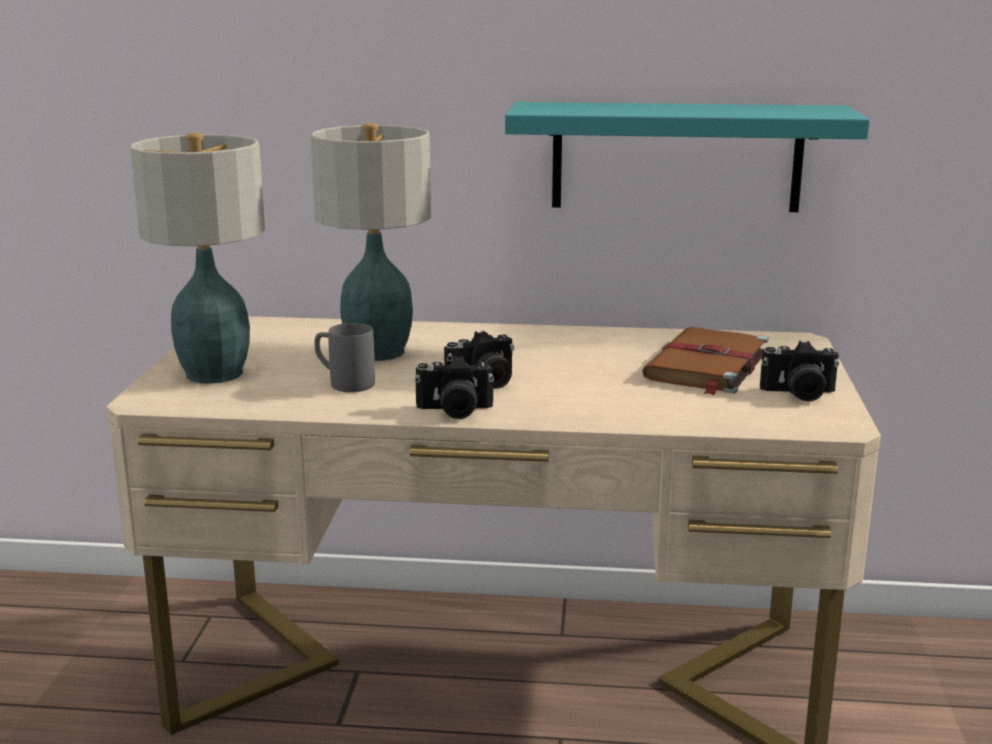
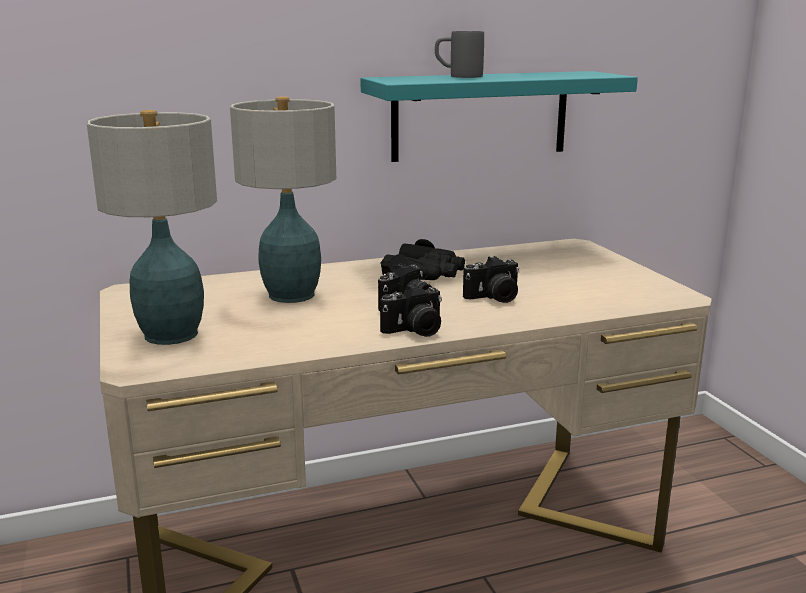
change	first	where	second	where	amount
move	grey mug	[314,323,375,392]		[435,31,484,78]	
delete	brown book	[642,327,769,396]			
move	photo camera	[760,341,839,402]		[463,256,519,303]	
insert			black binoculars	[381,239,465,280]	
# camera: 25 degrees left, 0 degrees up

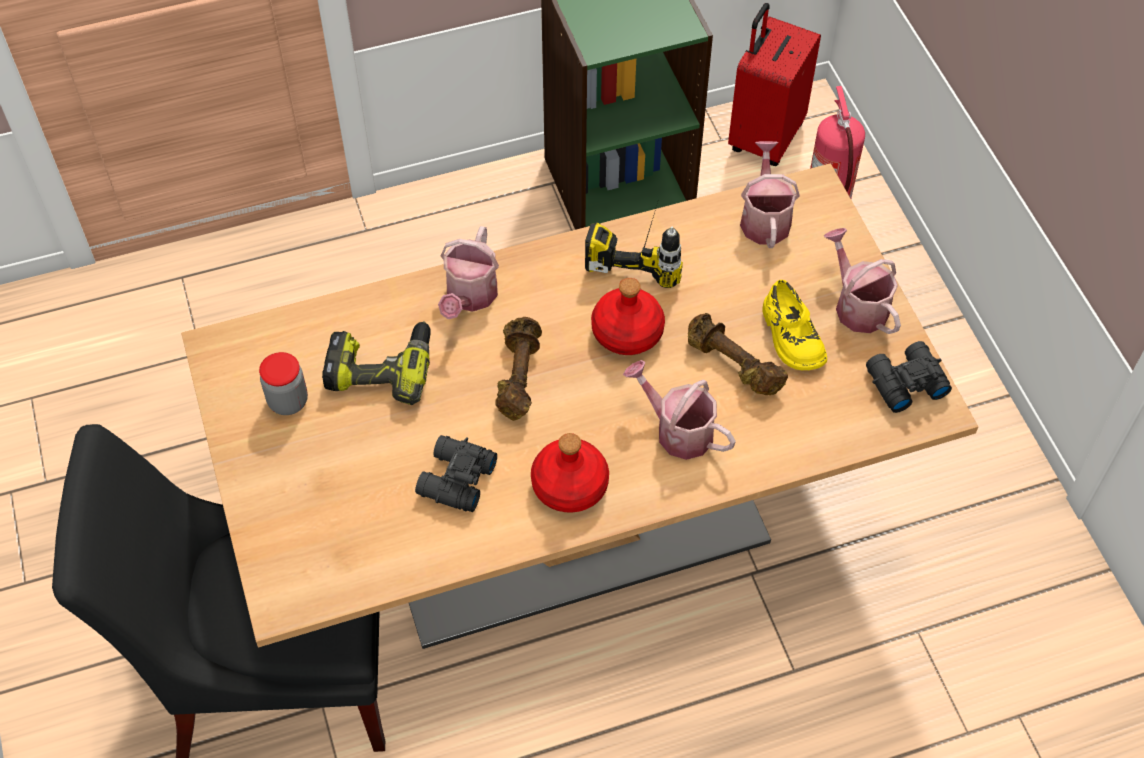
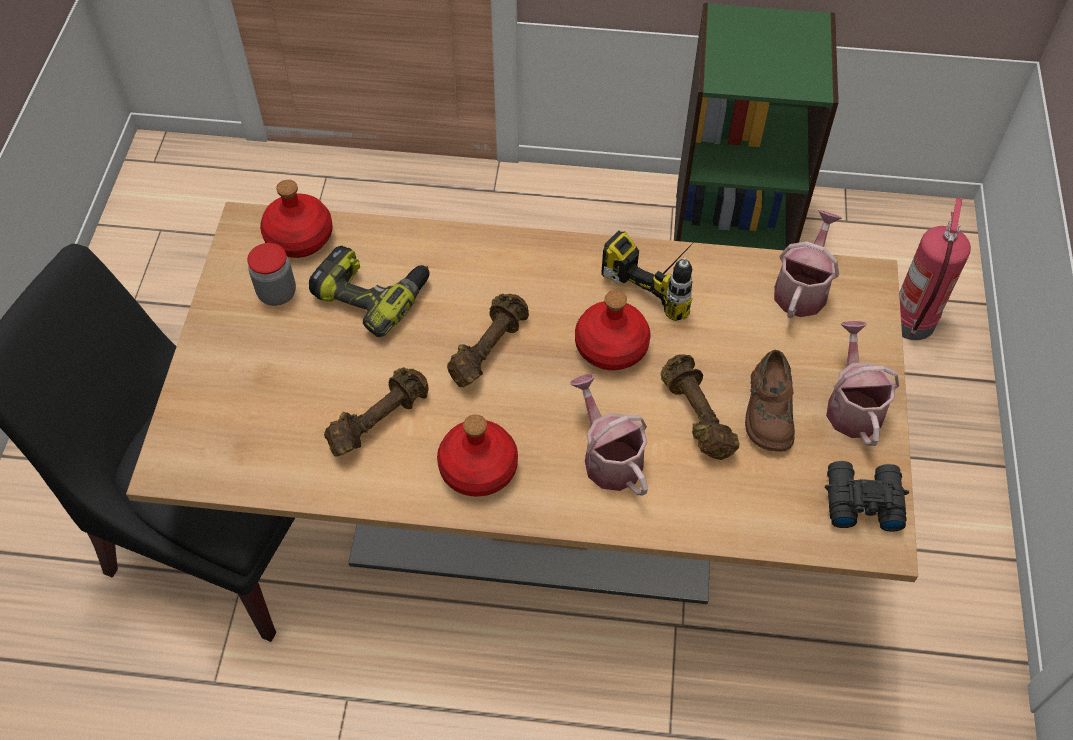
change	first	where	second	where	amount
replace	black binoculars	[415,435,497,512]	brown dumbbell	[324,367,428,457]	
delete	watering can	[438,226,499,319]			
delete	red suitcase	[728,3,821,166]			
recolor	yellow shoe	[762,280,827,370]	brown shoe	[745,350,795,452]	
insert			red bottle	[260,180,333,258]	
# camera: 25 degrees right, 0 degrees up

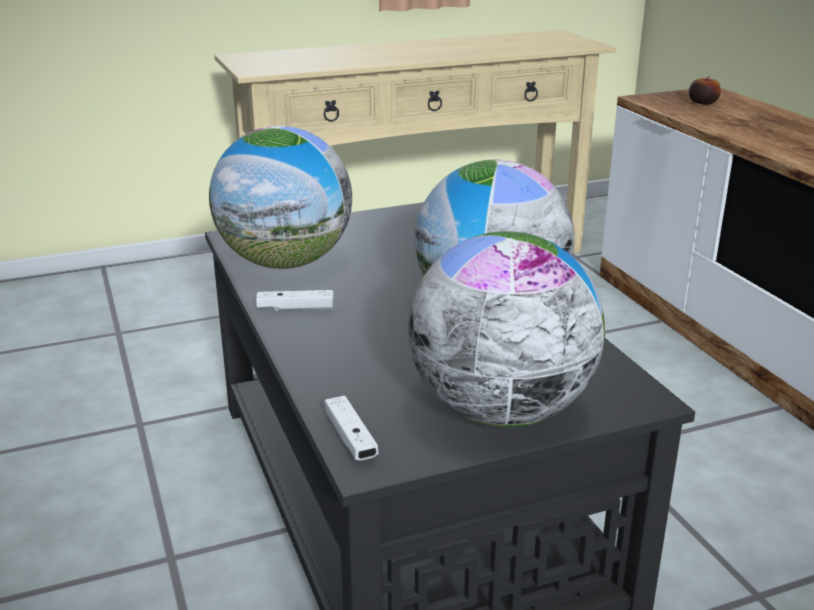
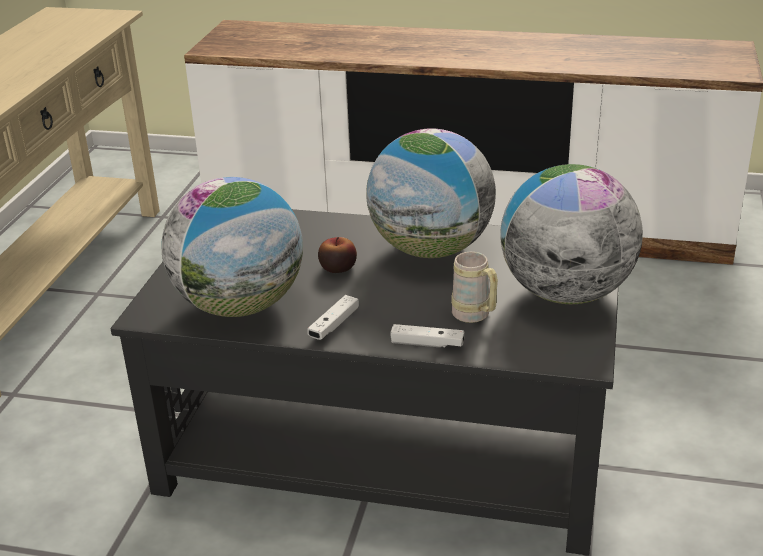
change	first	where	second	where	amount
move	white game controller	[325,396,378,461]		[390,324,464,348]	
move	apple	[689,76,721,105]		[318,237,357,273]	
insert			beige mug	[451,252,498,323]	
# camera: 55 degrees left, 5 degrees up

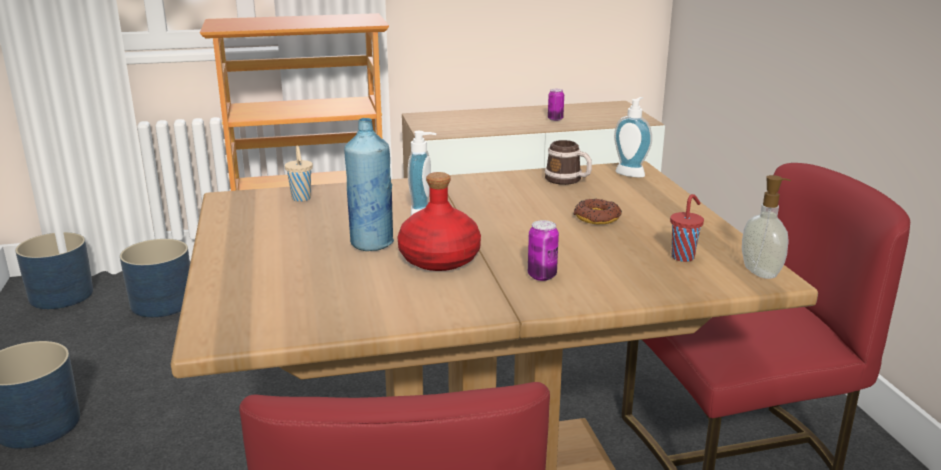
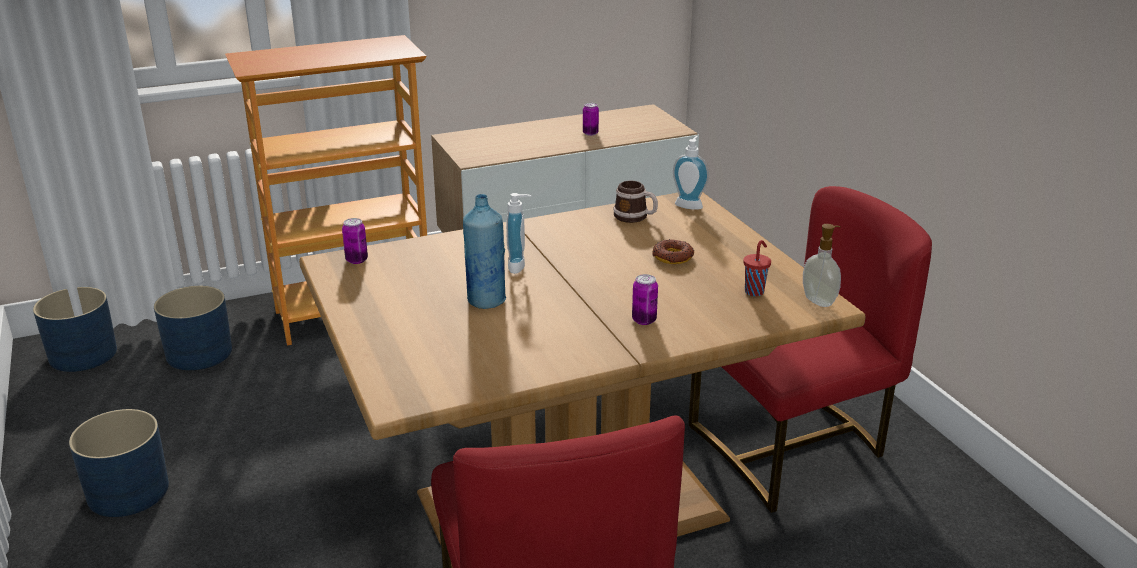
change	first	where	second	where	amount
delete	beige cup	[285,146,313,202]			
delete	red bottle	[398,172,481,271]			
insert			can	[342,218,368,264]	
# camera: 10 degrees left, 5 degrees up

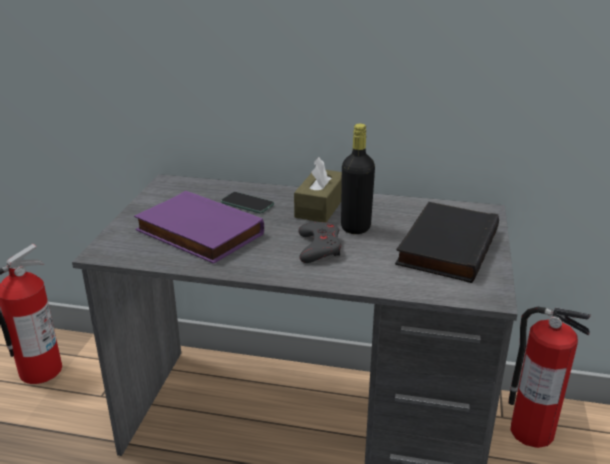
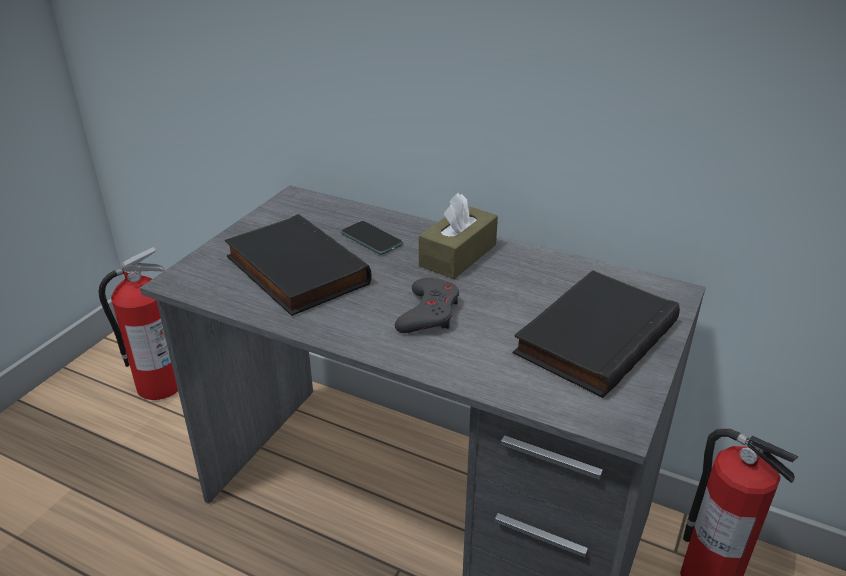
change	first	where	second	where	amount
recolor	purple book	[134,191,264,264]	black book	[225,214,372,316]	
delete	black bottle	[341,124,375,234]			
# camera: 15 degrees right, 5 degrees up

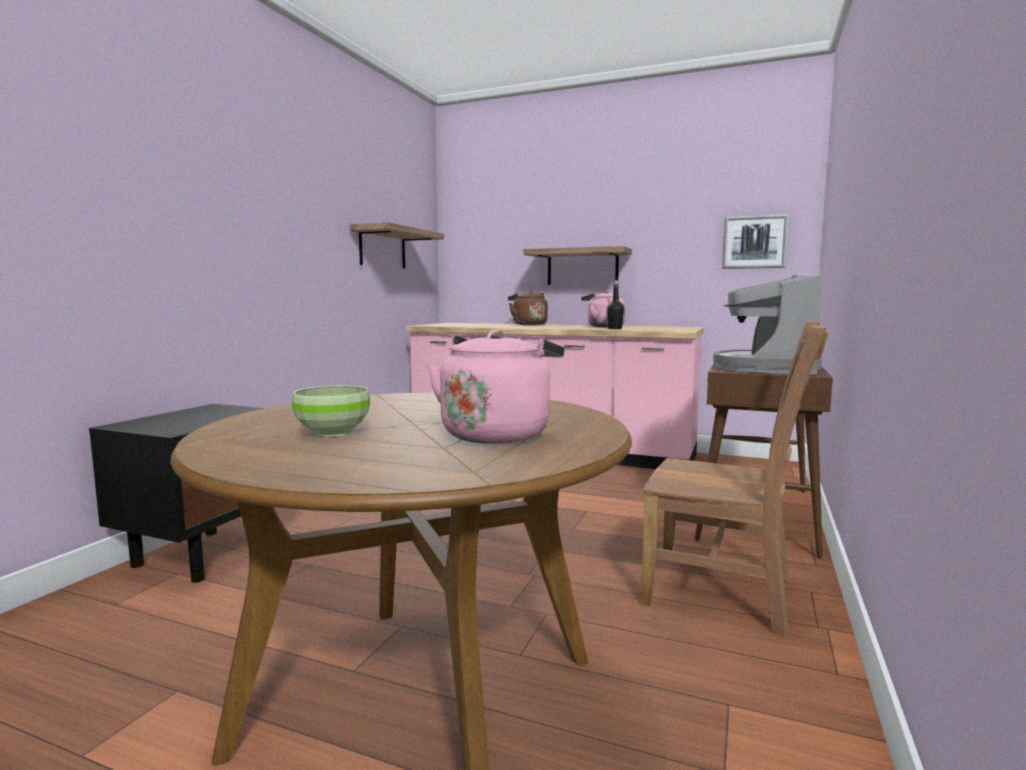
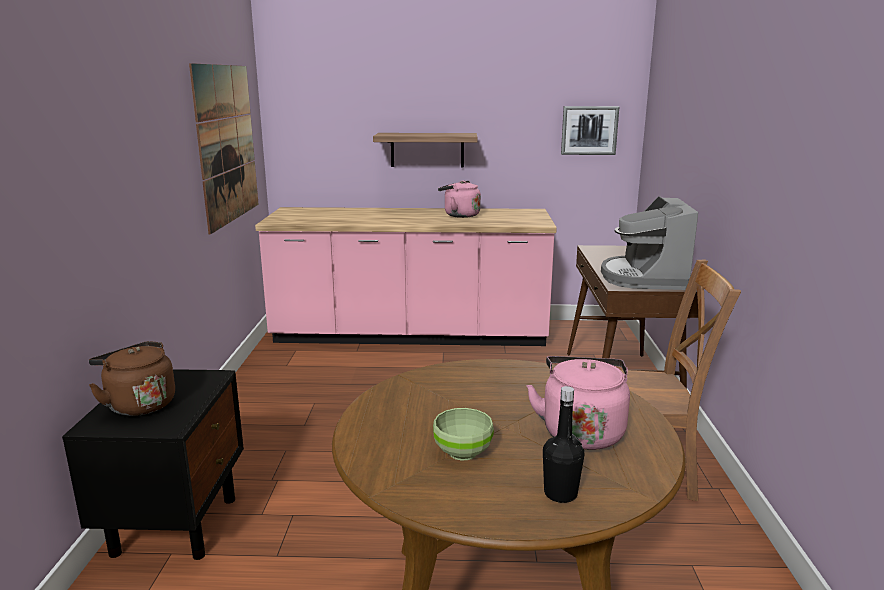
change	first	where	second	where	amount
replace	shelf	[350,222,444,268]	picture	[189,63,259,234]	
move	brown kettle	[508,291,548,325]		[89,341,175,416]	
move	black bottle	[607,280,624,329]		[543,386,584,503]	
# camera: 20 degrees left, 10 degrees up

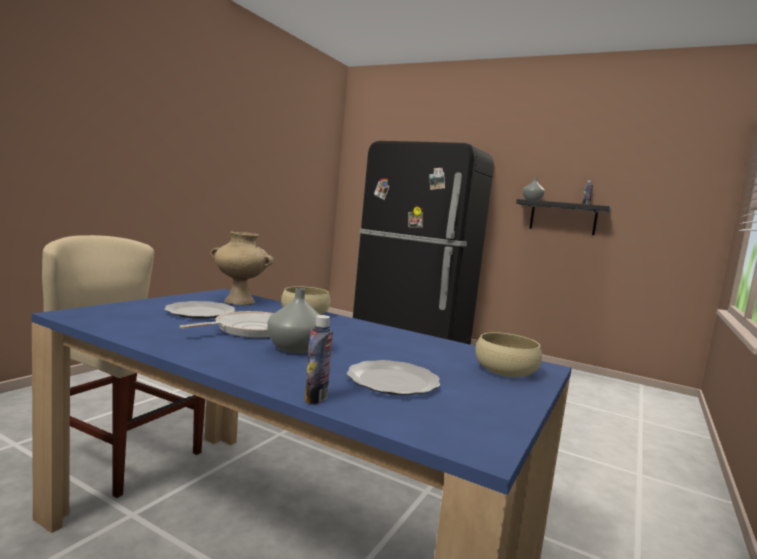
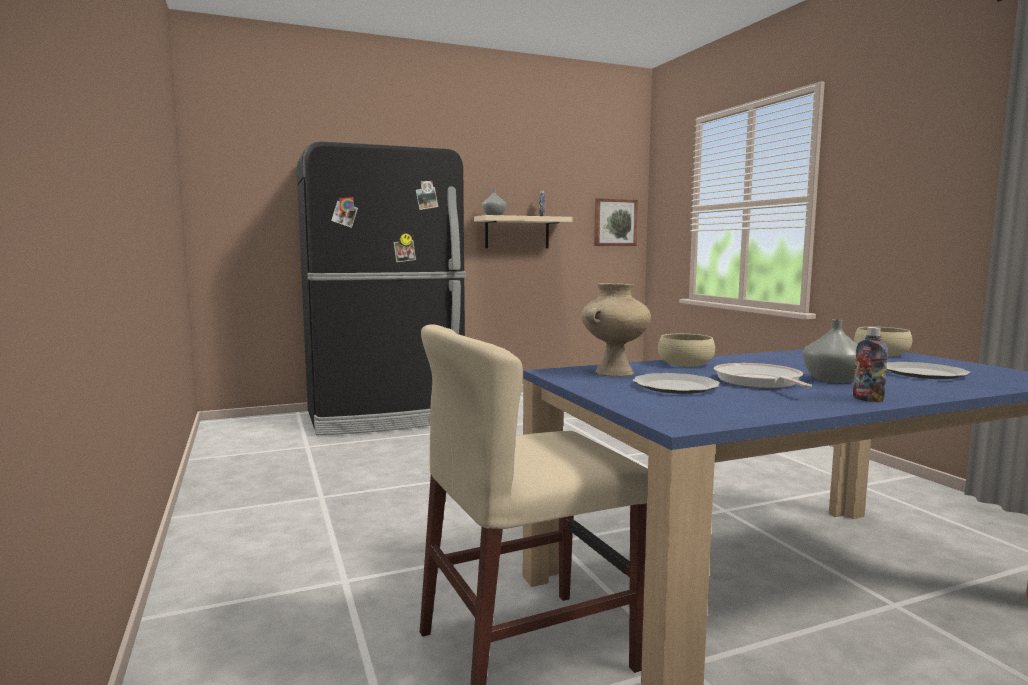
change	first	where	second	where	amount
move	bottle	[305,315,333,404]		[853,327,888,403]	
recolor	black shelf	[516,199,611,235]	beige shelf	[474,215,572,248]	
insert			picture	[594,198,638,246]	
# camera: 50 degrees left, 0 degrees up

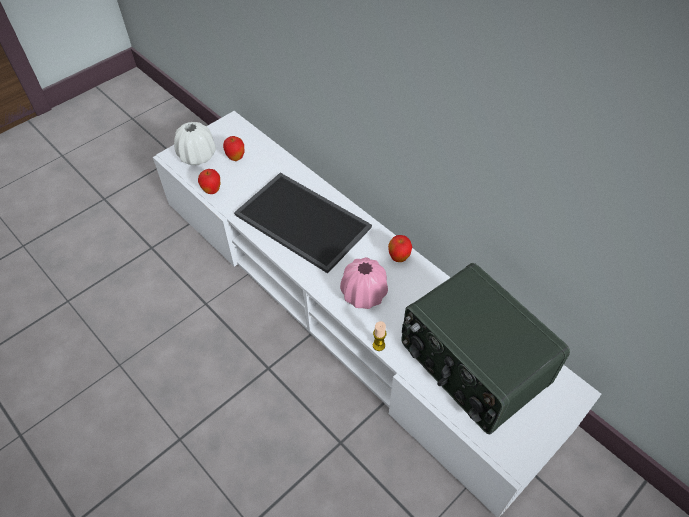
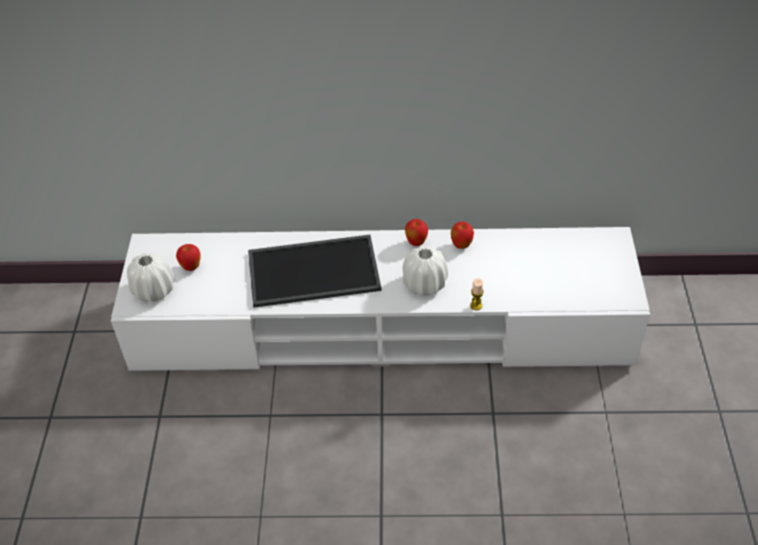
change	first	where	second	where	amount
move	apple	[198,169,220,194]		[451,222,474,249]	
recolor	pink vase	[340,257,388,309]	white vase	[403,246,448,295]	
delete	radio	[401,263,570,434]			
# camera: 45 degrees left, 5 degrees down

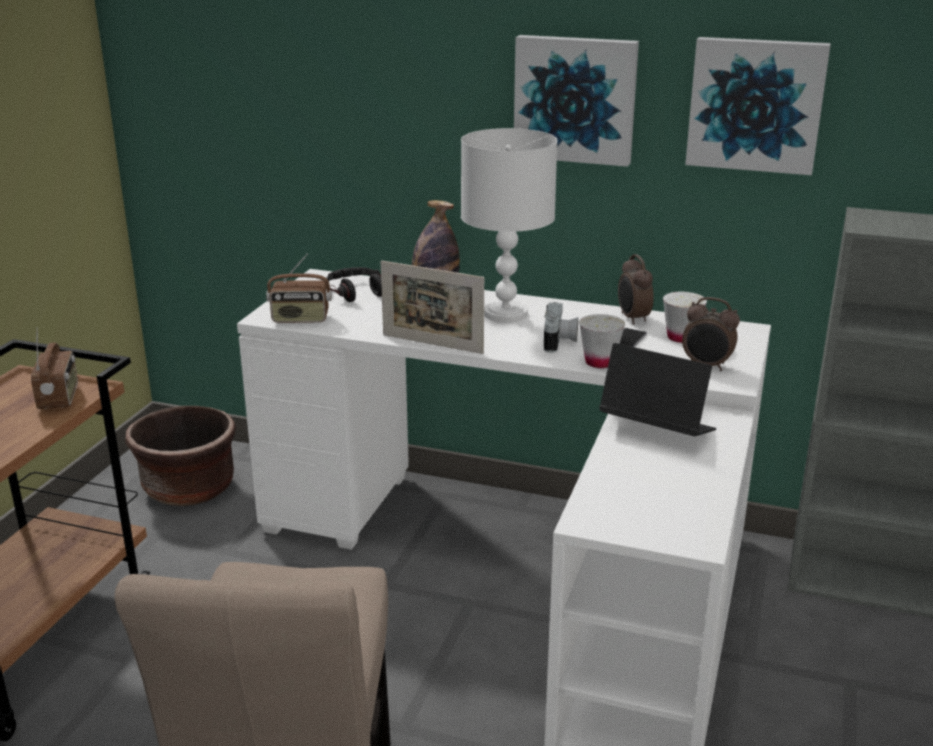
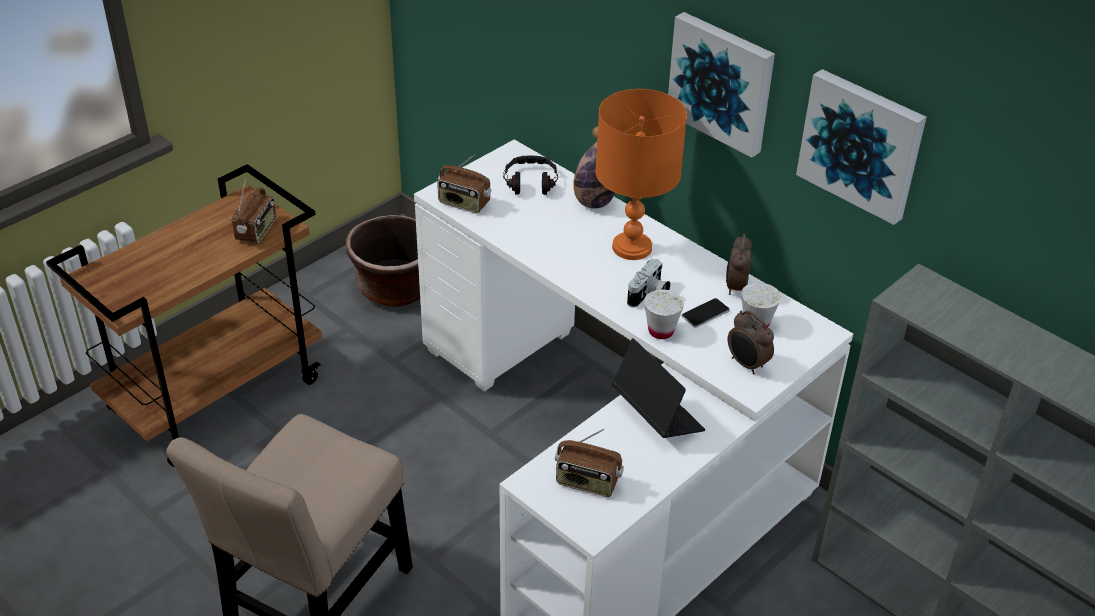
change	first	where	second	where	amount
delete	picture frame	[381,260,484,354]			
recolor	white table lamp	[461,128,558,323]	orange table lamp	[595,89,687,260]	
insert			radio	[555,429,624,497]	
# camera: 25 degrees right, 15 degrees up

